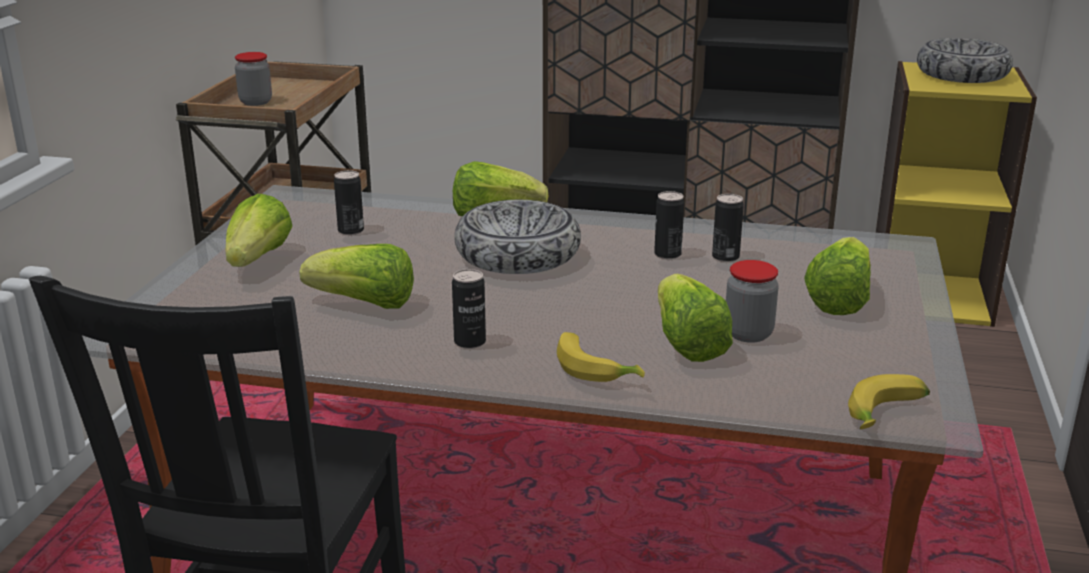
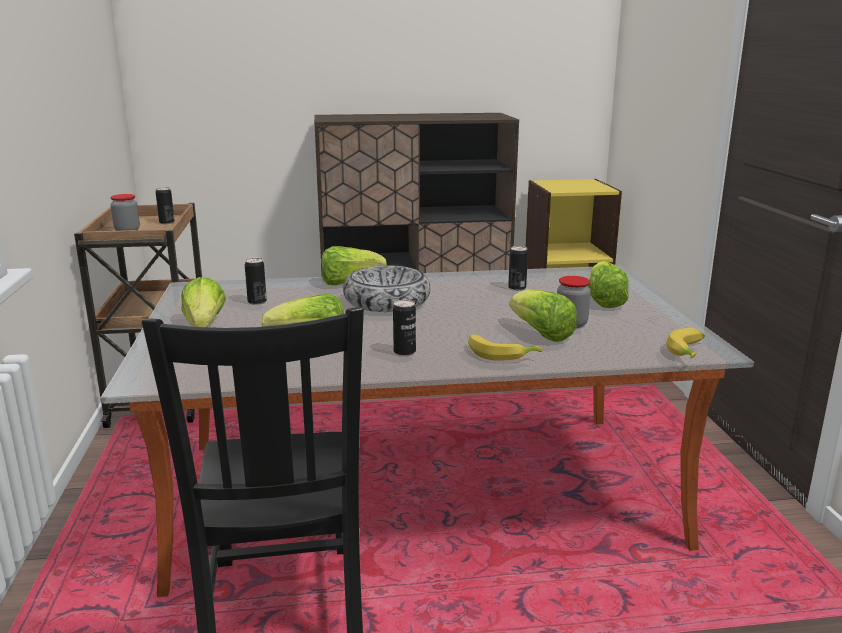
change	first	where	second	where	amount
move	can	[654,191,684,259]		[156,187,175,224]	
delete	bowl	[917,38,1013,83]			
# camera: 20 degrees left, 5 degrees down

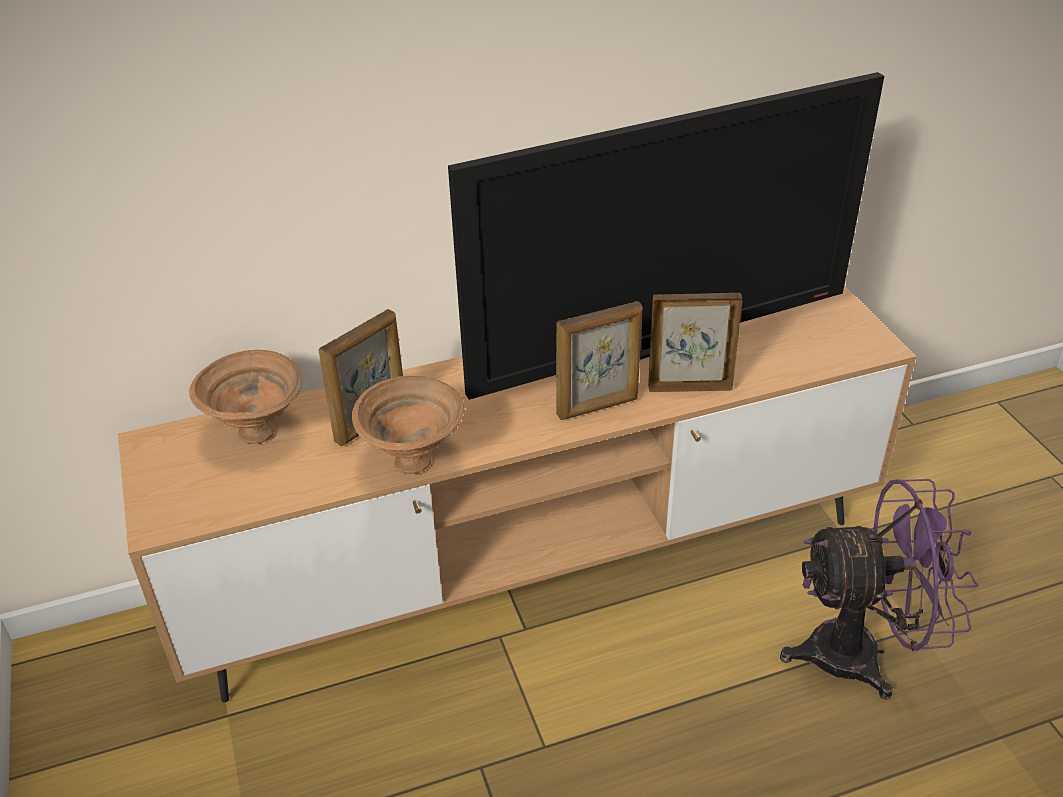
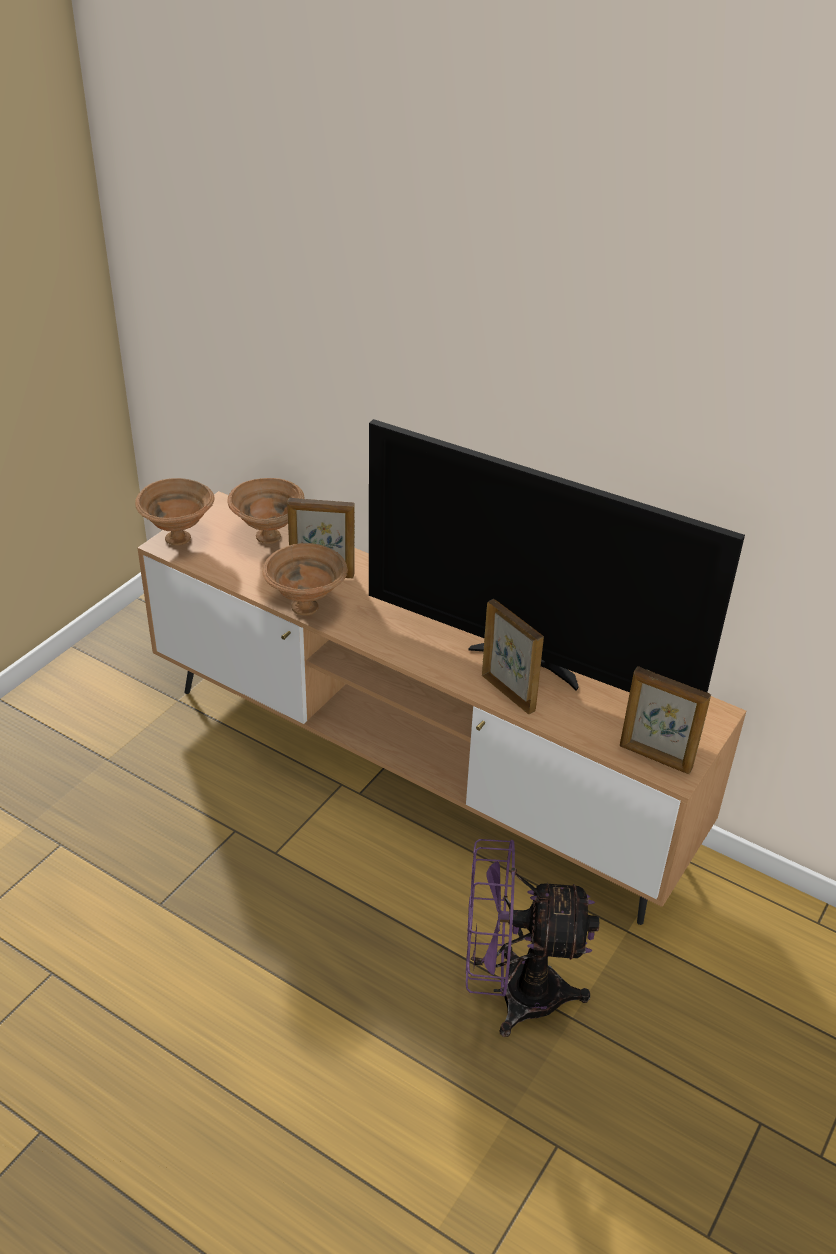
change	first	where	second	where	amount
move	picture frame	[556,301,643,420]		[620,667,711,774]	
rotate	purple fan	[780,479,978,700]		[466,839,599,1037]	135 degrees clockwise
insert			brown bowl	[135,478,215,545]	
# camera: 50 degrees right, 0 degrees up

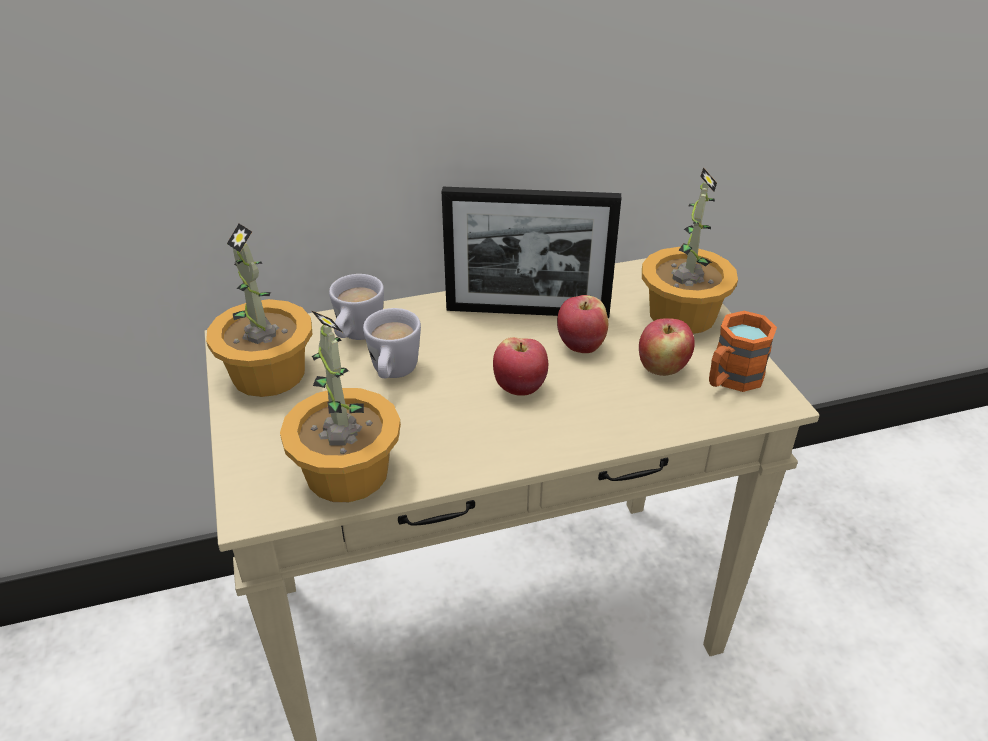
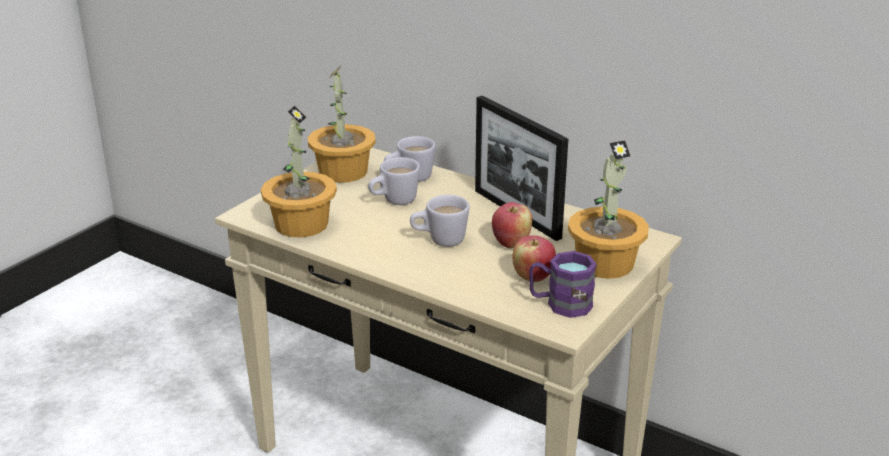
change	first	where	second	where	amount
replace	apple	[493,337,548,396]	white mug	[410,195,470,247]	
recolor	orange mug	[709,311,777,392]	purple mug	[529,251,597,318]	
# camera: 50 degrees right, 10 degrees down

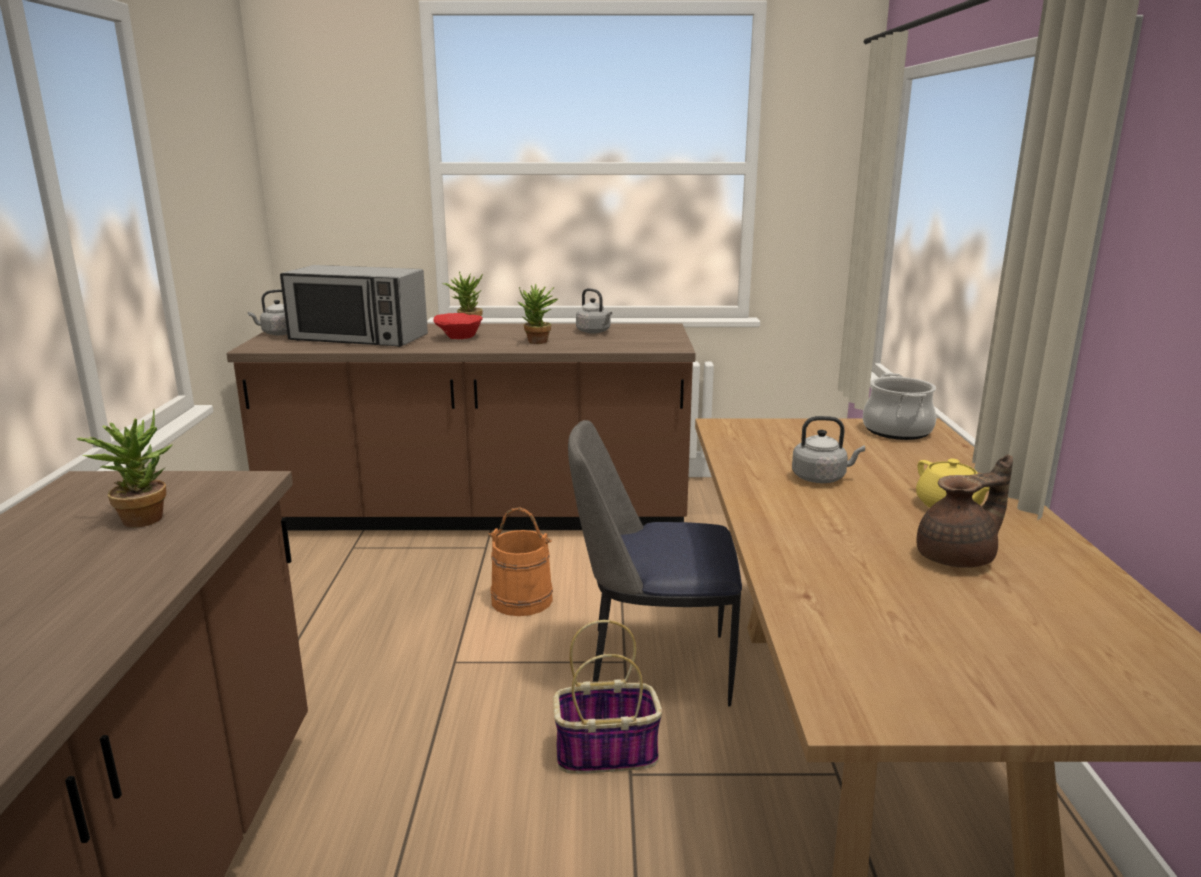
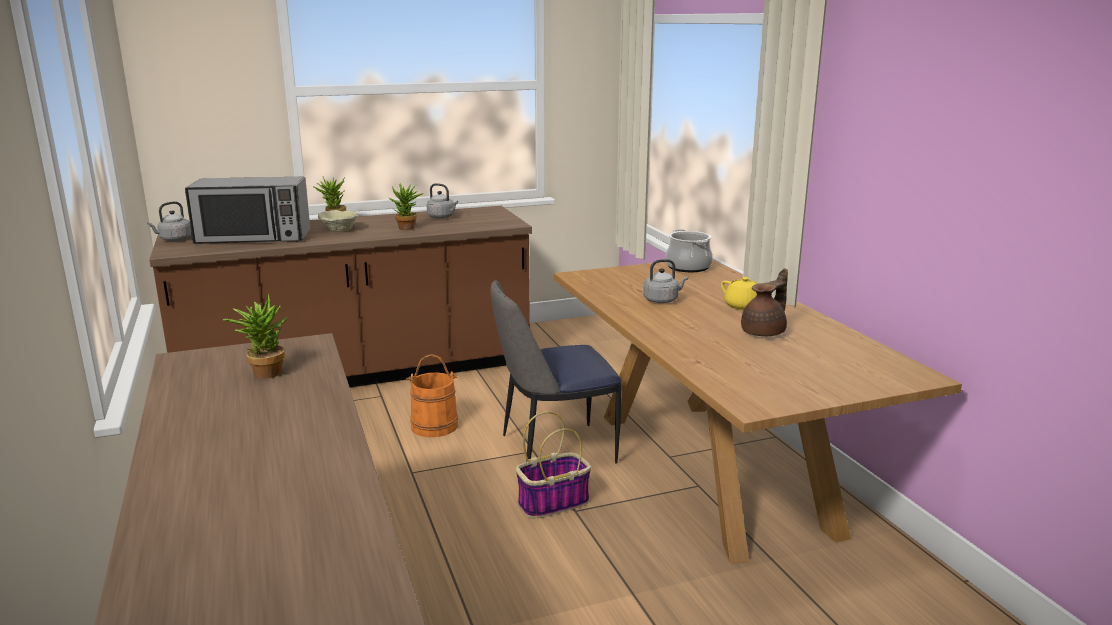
change	first	where	second	where	amount
recolor	red bowl	[433,313,483,339]	beige bowl	[318,210,358,232]	
# camera: 20 degrees left, 0 degrees up

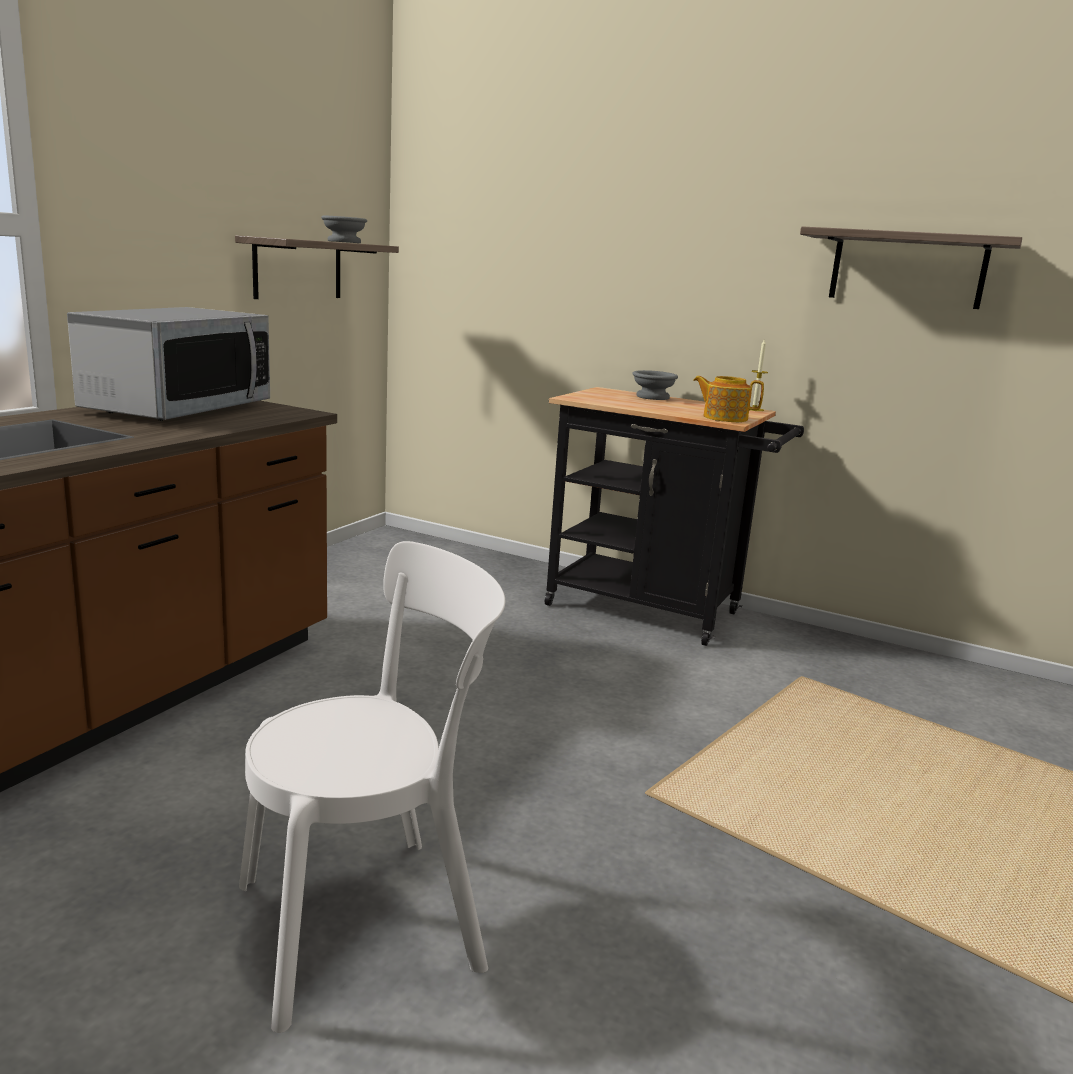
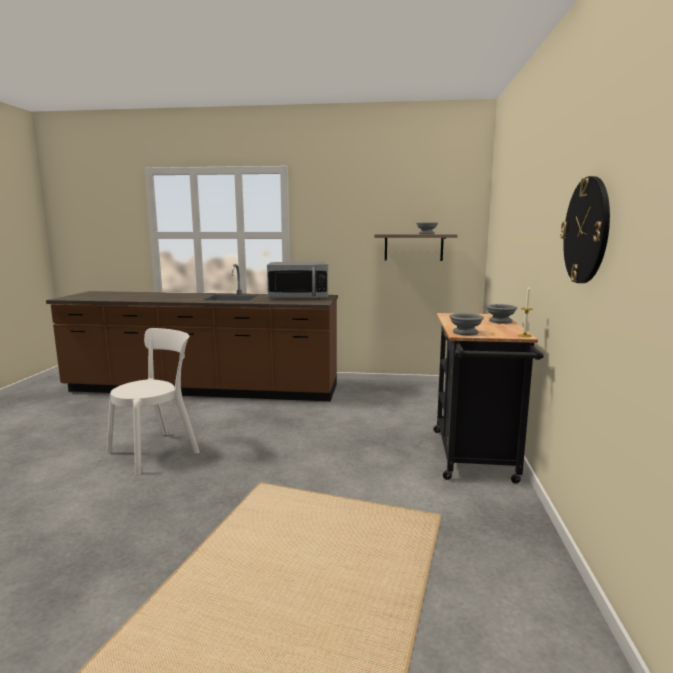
change	first	where	second	where	amount
rotate	white chair	[239,541,505,1033]		[107,328,200,475]	90 degrees counterclockwise
replace	teapot	[693,376,764,422]	grey bowl	[449,313,484,335]	
replace	shelf	[800,226,1022,309]	wall clock	[561,176,610,283]	
# camera: 70 degrees right, 5 degrees down

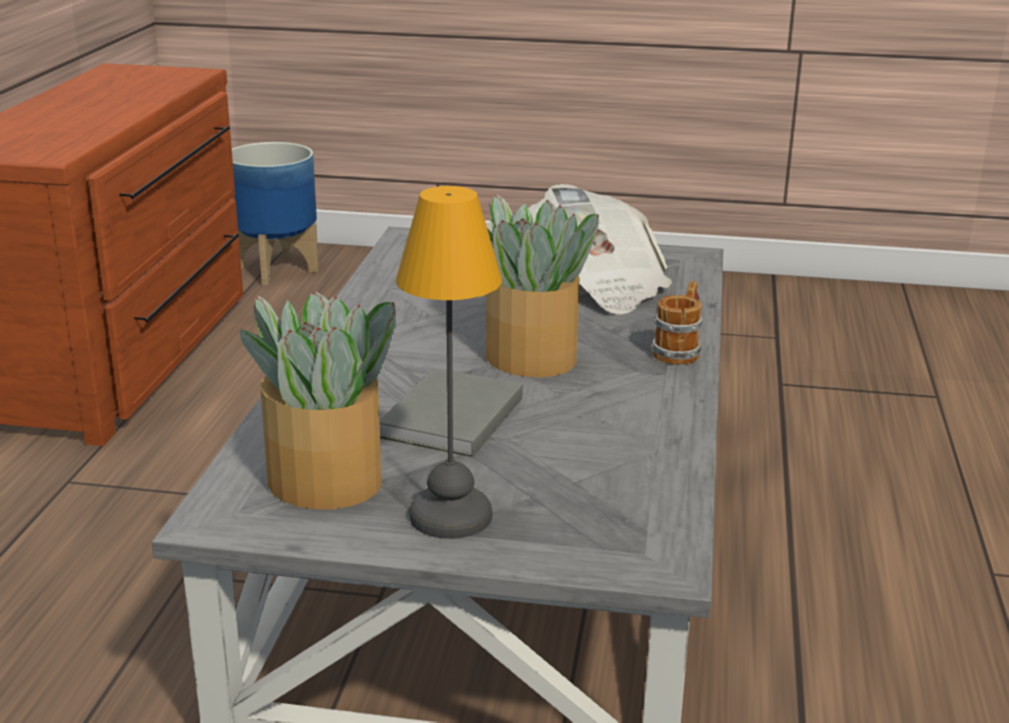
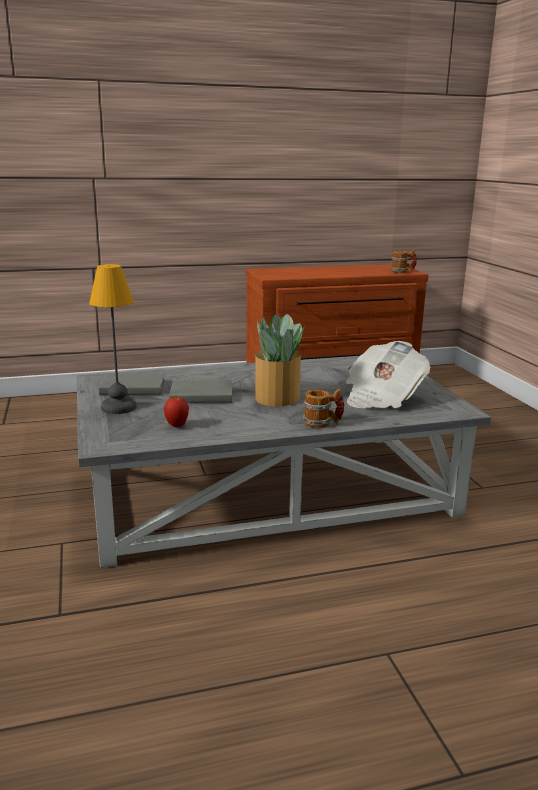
change	first	where	second	where	amount
delete	planter	[232,142,319,285]			
replace	potted plant	[240,291,397,509]	grey book	[99,373,165,395]	
insert			apple	[164,397,189,427]	
insert			mug	[390,249,417,273]	
# camera: 65 degrees right, 5 degrees down

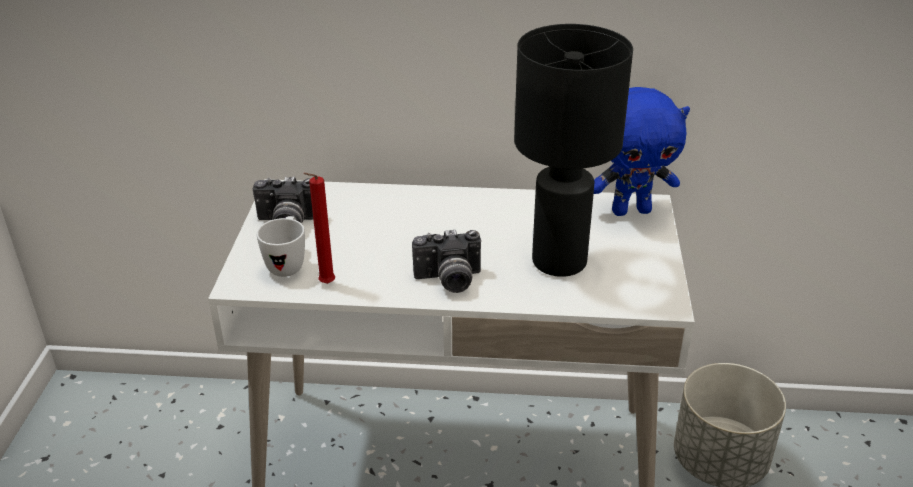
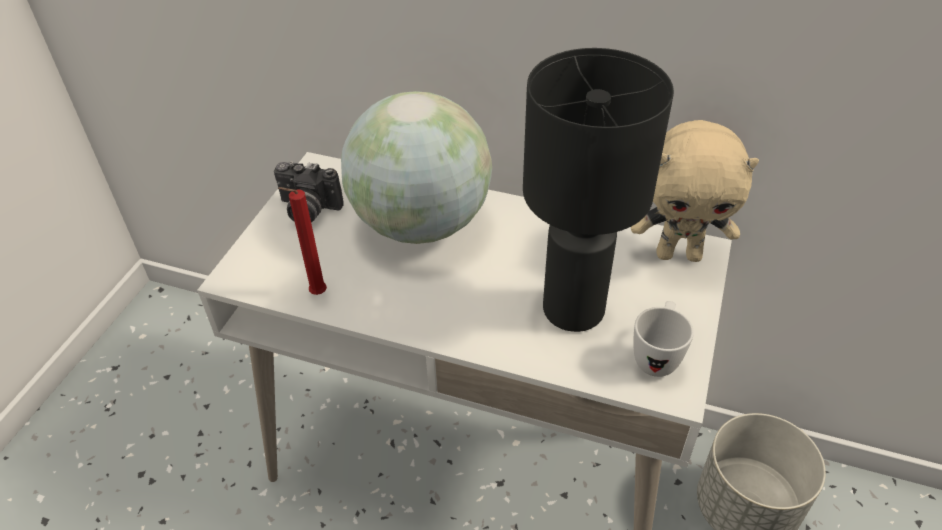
change	first	where	second	where	amount
move	white mug	[256,216,305,277]		[633,301,694,377]	
delete	photo camera	[412,229,481,293]			
recolor	blue plush toy	[594,87,690,216]	beige plush toy	[631,120,759,262]	
insert			globe	[341,91,492,244]	
# camera: 15 degrees right, 10 degrees up

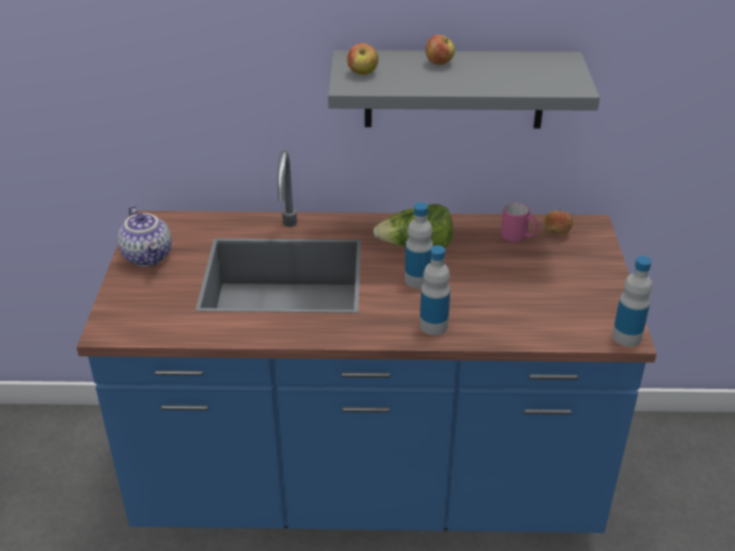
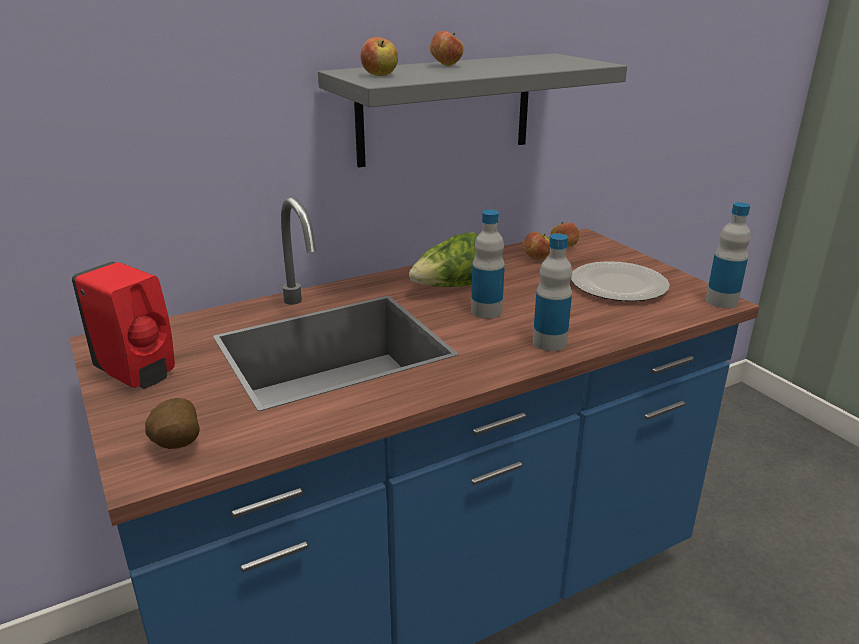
change	first	where	second	where	amount
replace	teapot	[118,206,172,267]	red soap dispenser	[72,261,175,389]	
replace	pink mug	[501,202,538,242]	apple	[523,232,550,260]	
insert			potato	[145,398,200,449]	
insert			plate	[571,261,670,301]	
# camera: 30 degrees left, 10 degrees down

